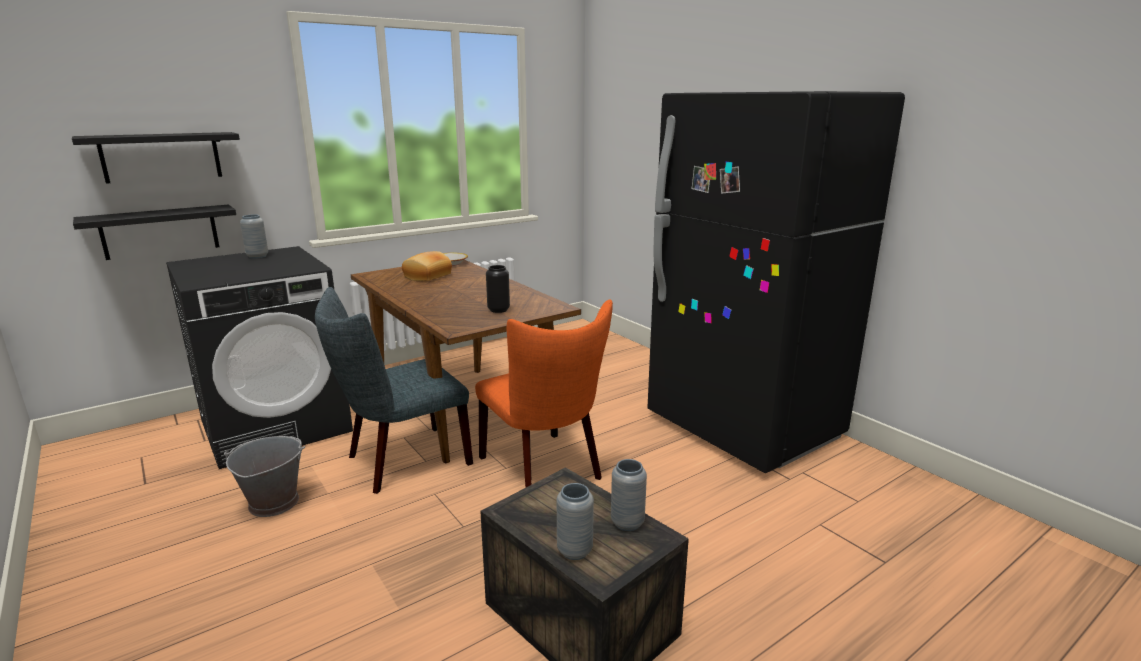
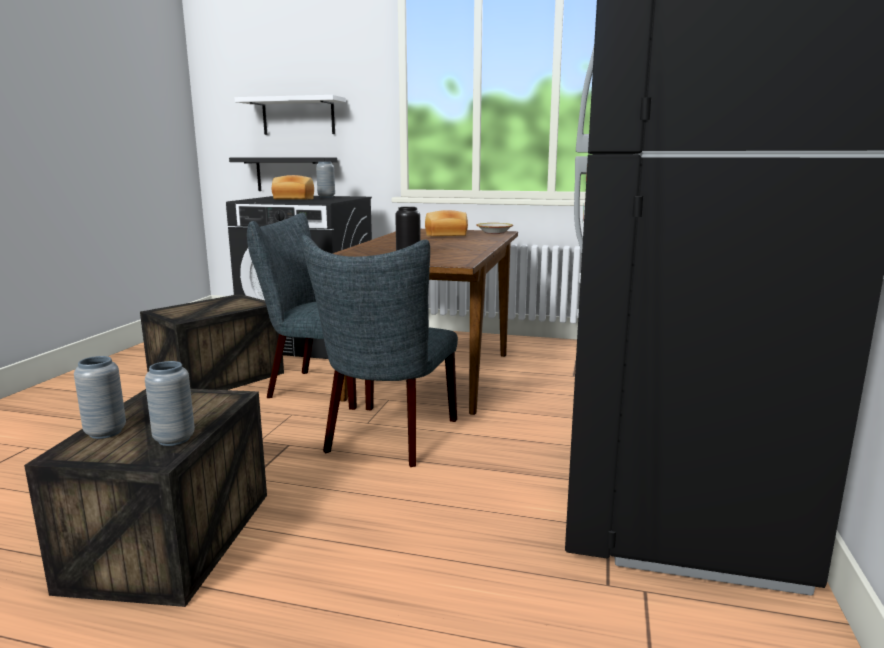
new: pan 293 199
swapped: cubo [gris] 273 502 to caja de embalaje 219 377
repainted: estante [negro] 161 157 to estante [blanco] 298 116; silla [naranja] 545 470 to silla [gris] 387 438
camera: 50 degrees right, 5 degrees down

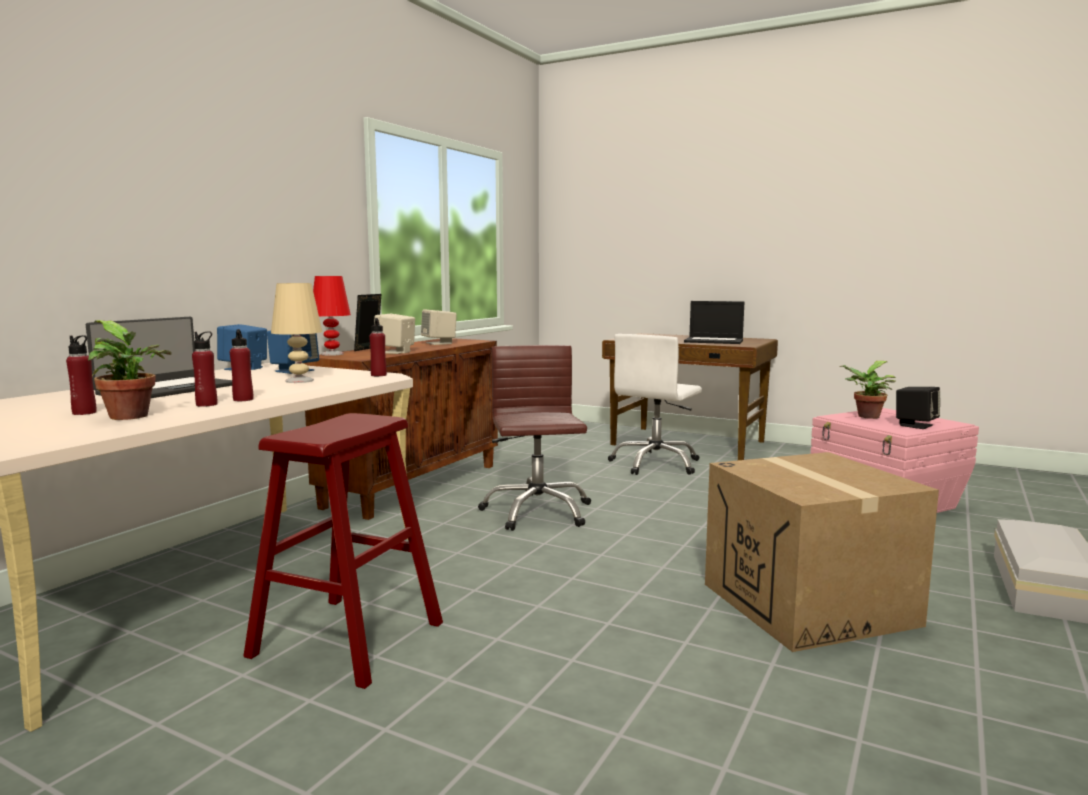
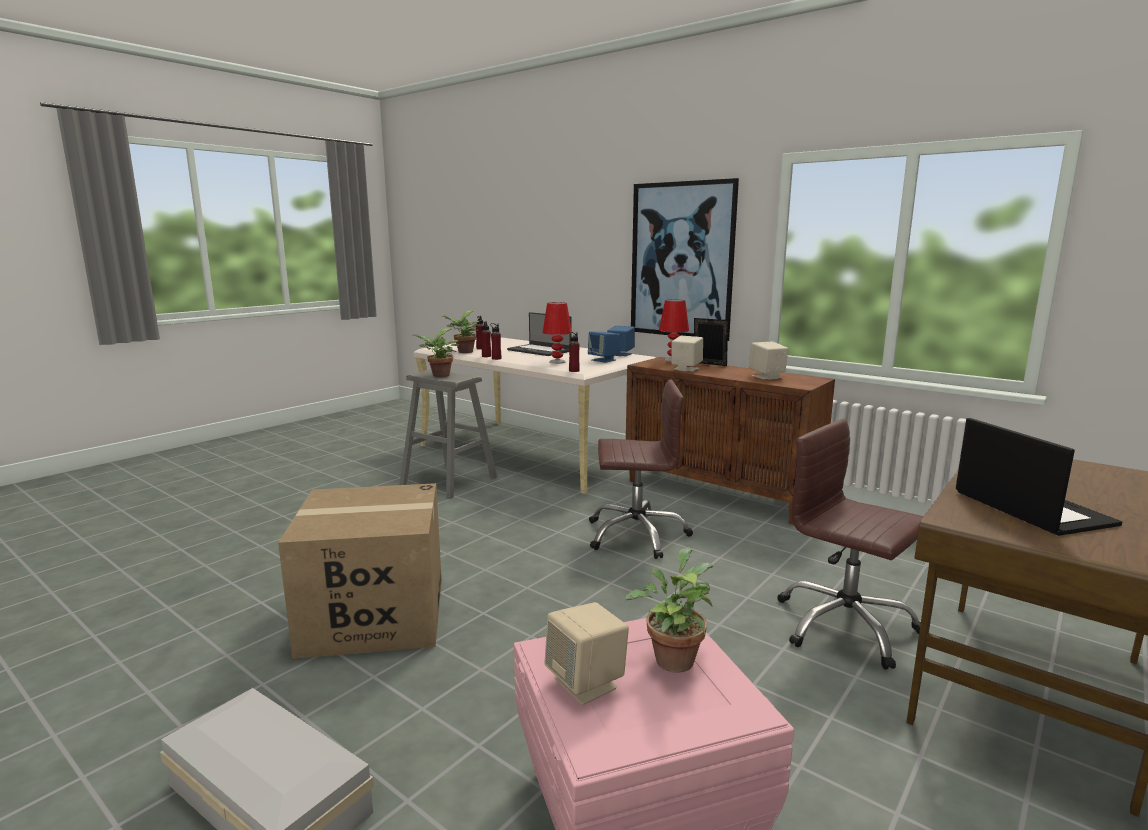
new: planta en maceta 439 376; cuadro 681 260
repainted: taburete [rojo] 347 639 to taburete [gris] 449 481; lámpara de mesa [beis] 299 381 to lámpara de mesa [rojo] 557 362; silla de oficina [blanco] 656 464 to silla de oficina [marrón] 845 626; altavoz [negro] 915 425 to altavoz [beis] 586 683
rotated: portátil 714 341 = 1029 508 135 degrees clockwise
camera: 100 degrees right, 5 degrees up

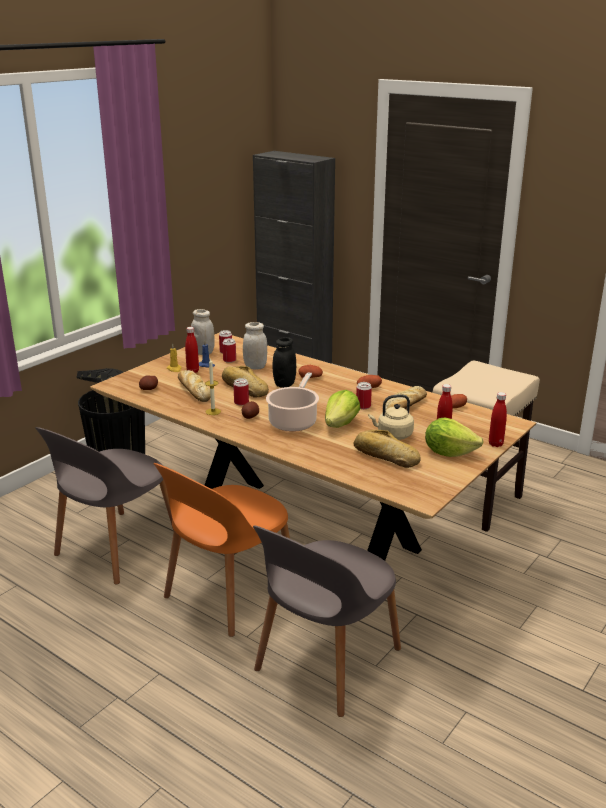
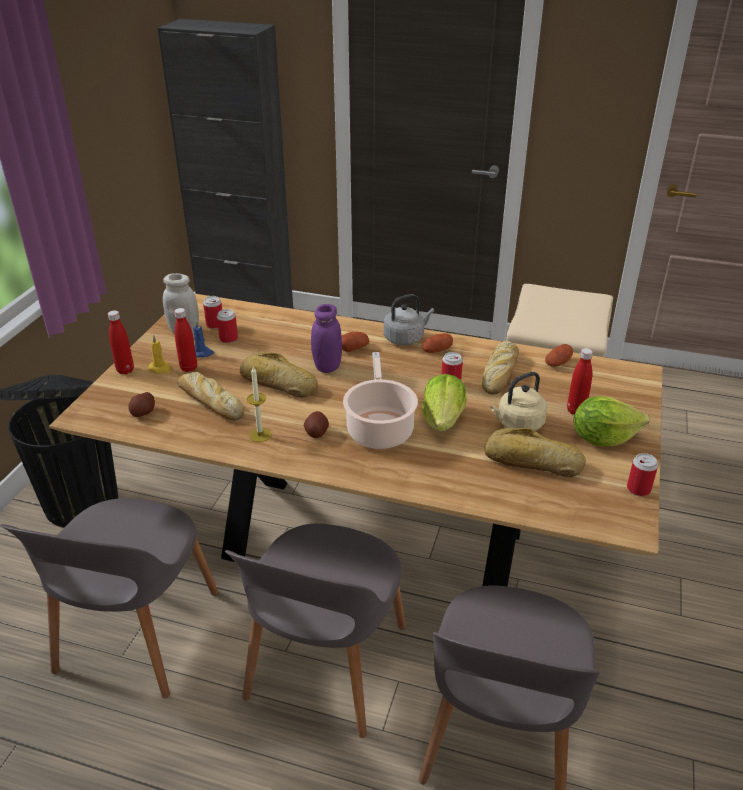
gone: tarro [blanco] 255 367
new: hervidor [gris] 405 338
shifted: lata 241 402 to 638 489; botella [rojo] 495 444 to 125 370
repainted: silla [naranja] 228 593 to silla [gris] 325 665; tarro [negro] 284 384 to tarro [morado] 327 366
camera: 20 degrees left, 10 degrees up

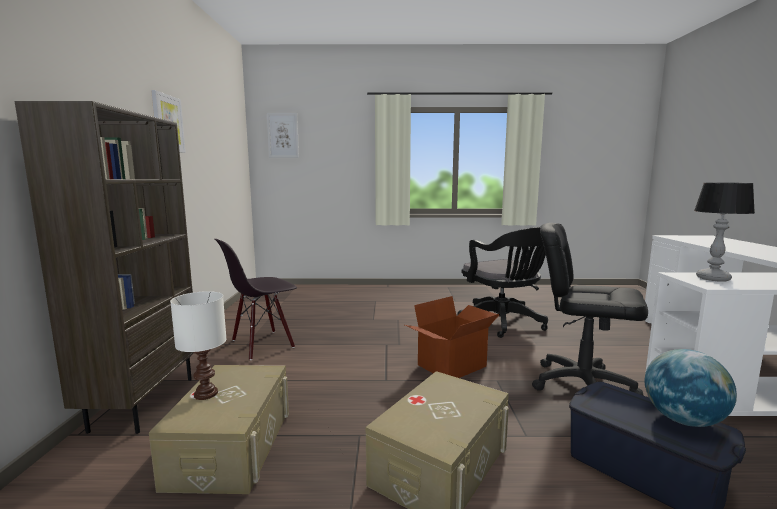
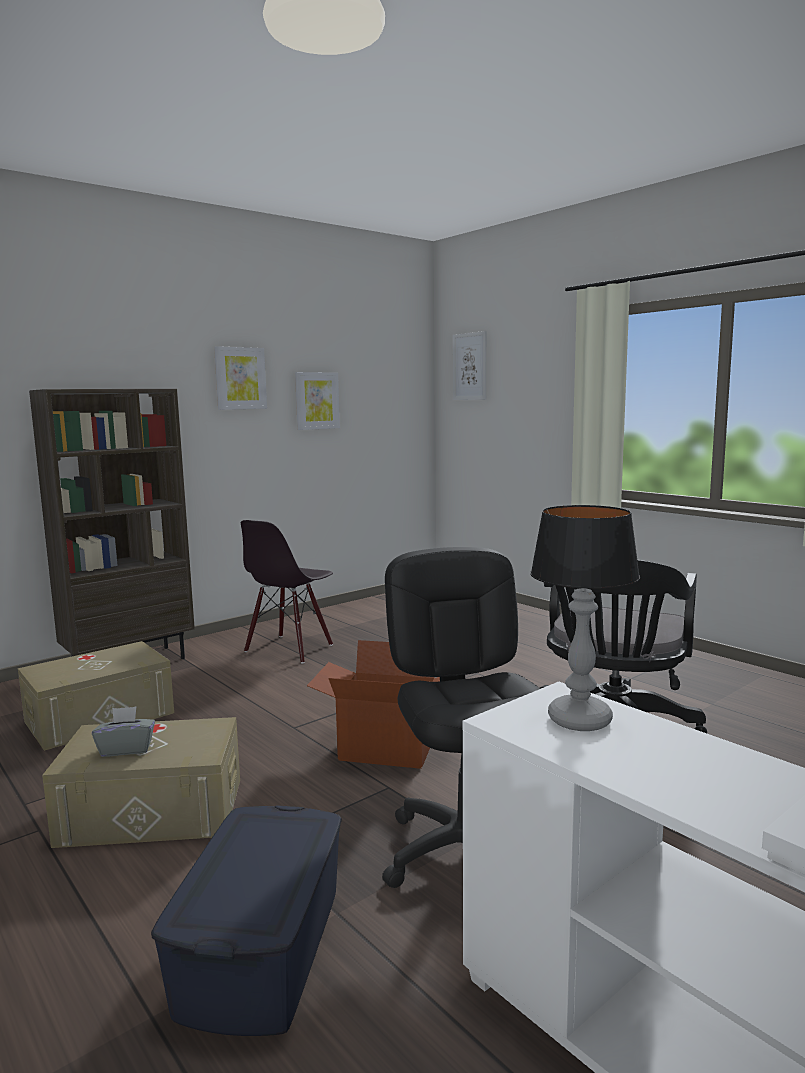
gone: lámpara de mesa [blanco] 206 394; globo terráqueo 683 420
new: caja de pañuelos [gris] 126 749; cuadro 316 400
rotated: silla [negro] 262 344 = 289 649 75 degrees counterclockwise
camera: 50 degrees right, 0 degrees up

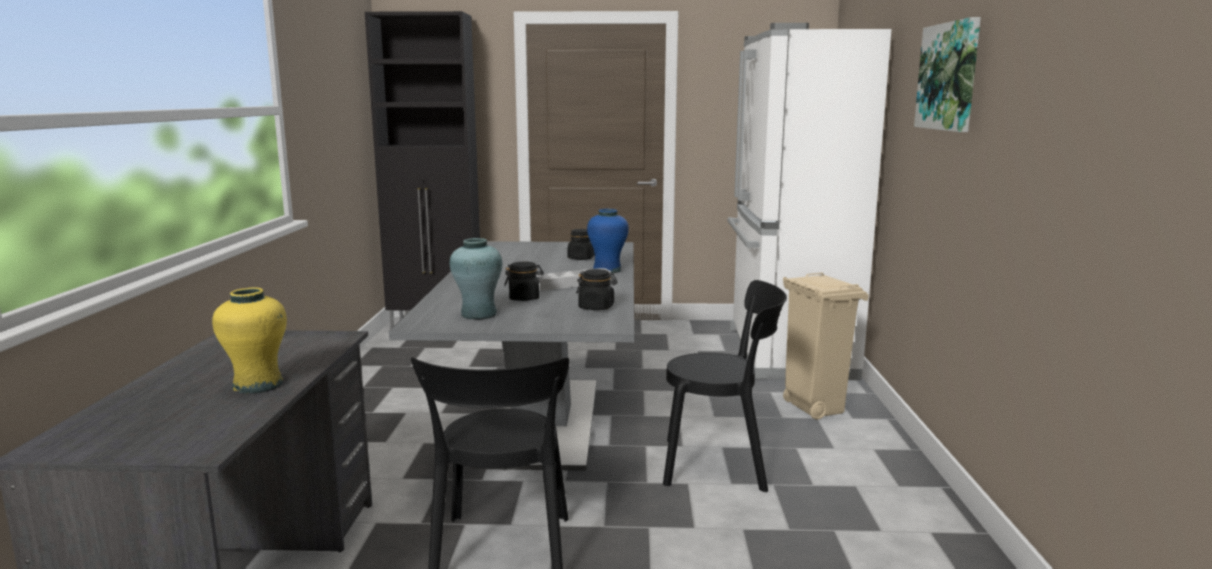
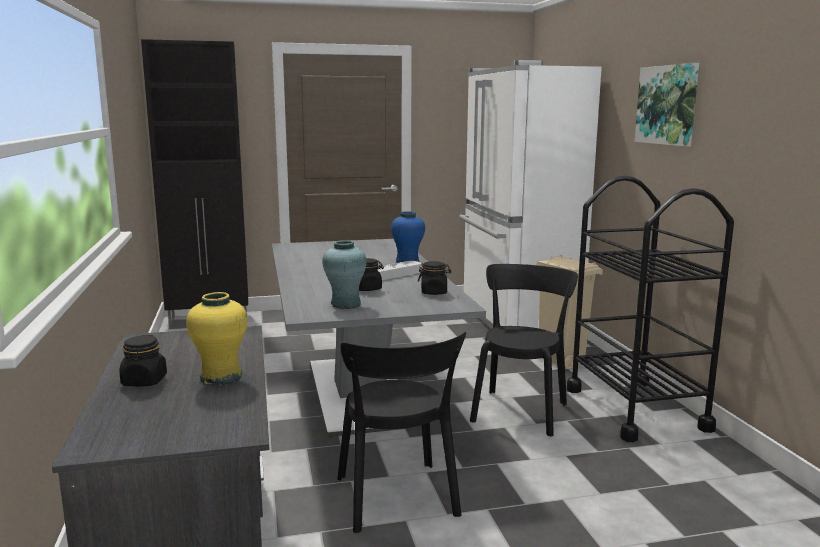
new: carrito [negro] 636 409
shifted: tarro [negro] 581 258 to 144 381
rotated: silla [negro] 721 464 = 520 410 60 degrees counterclockwise
camera: 15 degrees left, 0 degrees up

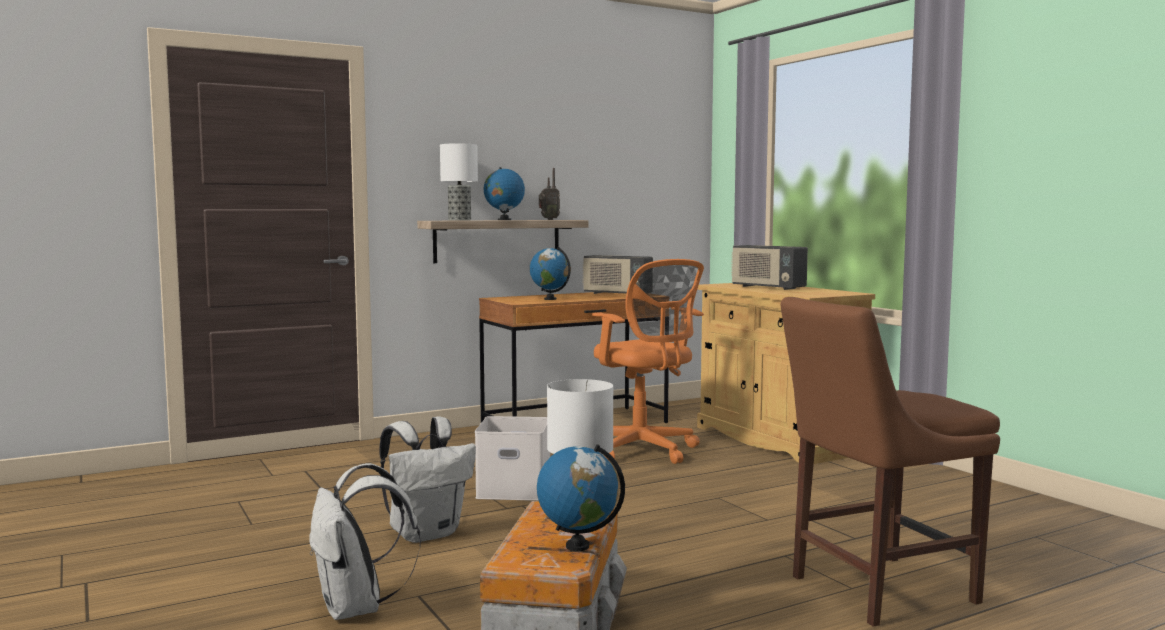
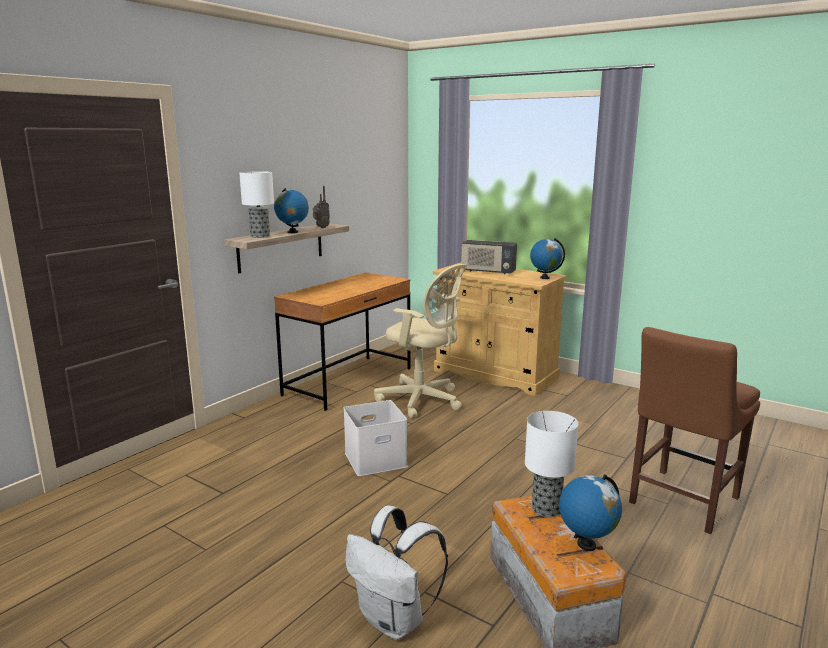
gone: mochila [blanco] 426 533; radio 617 294
shifted: globo terráqueo 550 299 to 545 278
repainted: silla de oficina [naranja] 643 451 to silla de oficina [beis] 422 401
camera: 25 degrees left, 10 degrees up

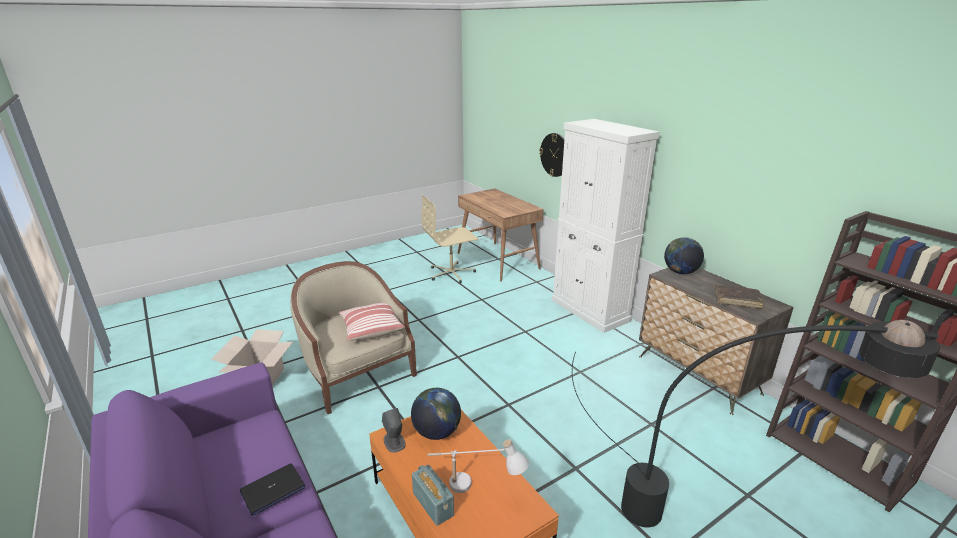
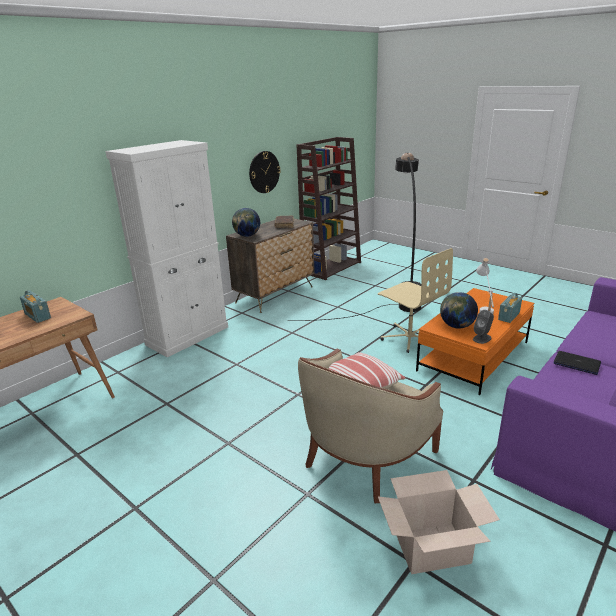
new: radio 37 316
shifted: silla de oficina [beis] 452 273 to 409 338; reloj de pared 555 155 to 264 172
camera: 105 degrees left, 0 degrees up

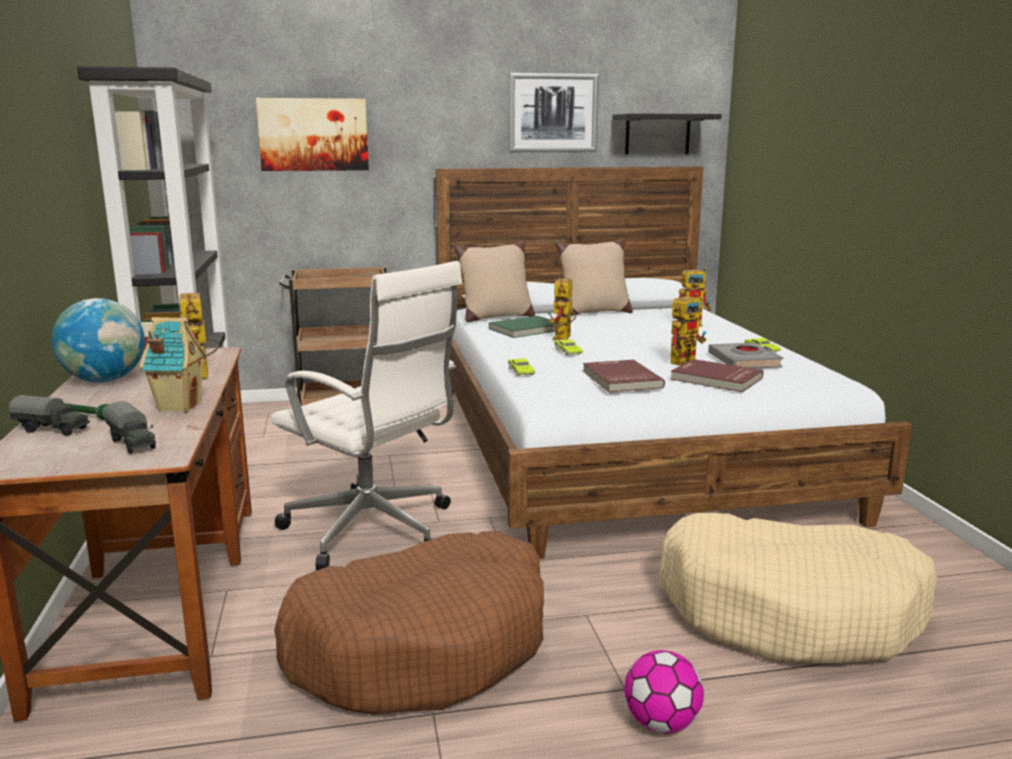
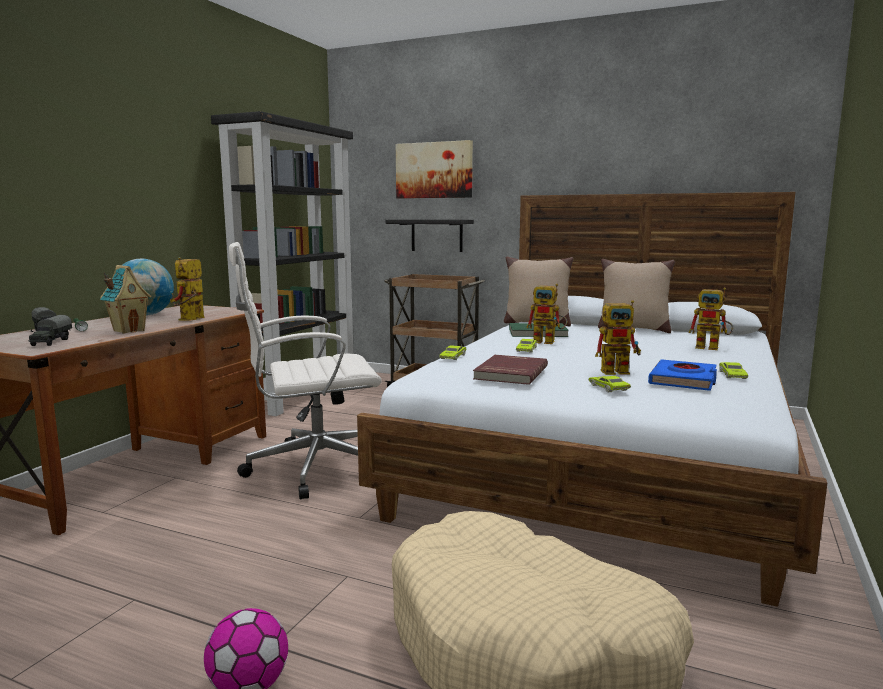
gone: cama para perro [marrón] 422 646; cuadro 553 113
shifted: estante [negro] 657 134 to 436 235
swapped: libro [rojo] 715 379 to coche de juguete [verde] 608 388
repainted: libro [gris] 744 361 to libro [azul] 683 380
rotated: silla de oficina [blanco] 373 531 = 312 468 90 degrees clockwise; robot de juguete 563 339 = 549 342 120 degrees counterclockwise
camera: 35 degrees right, 5 degrees down

